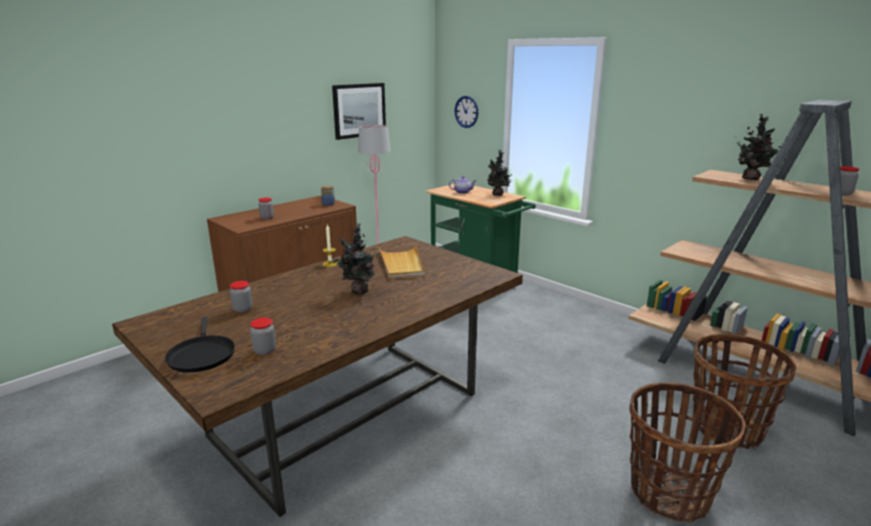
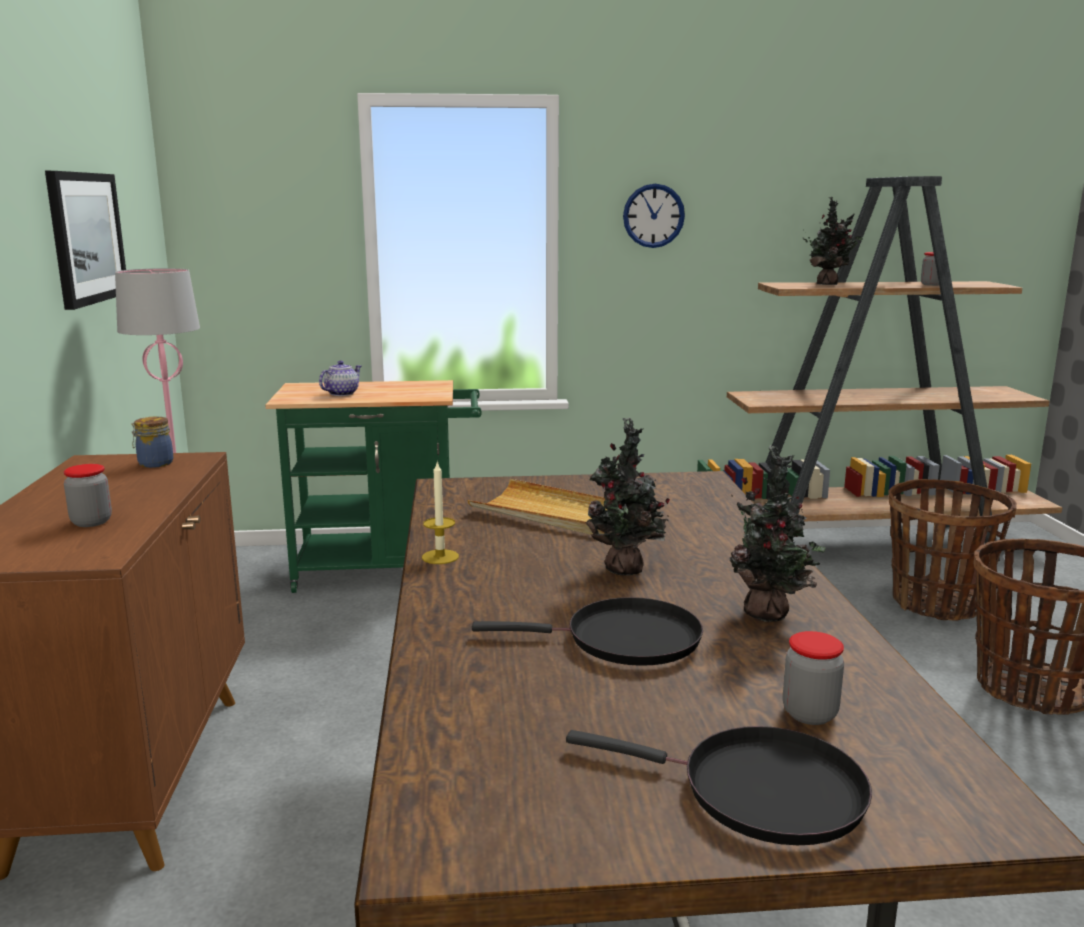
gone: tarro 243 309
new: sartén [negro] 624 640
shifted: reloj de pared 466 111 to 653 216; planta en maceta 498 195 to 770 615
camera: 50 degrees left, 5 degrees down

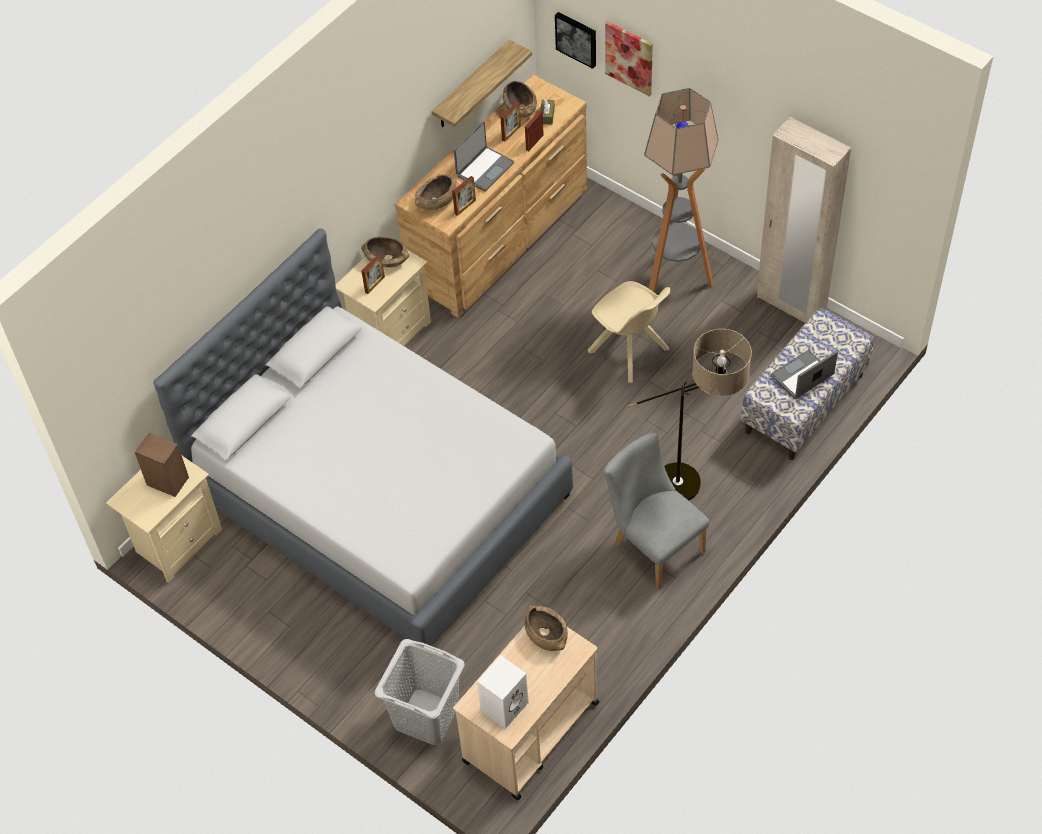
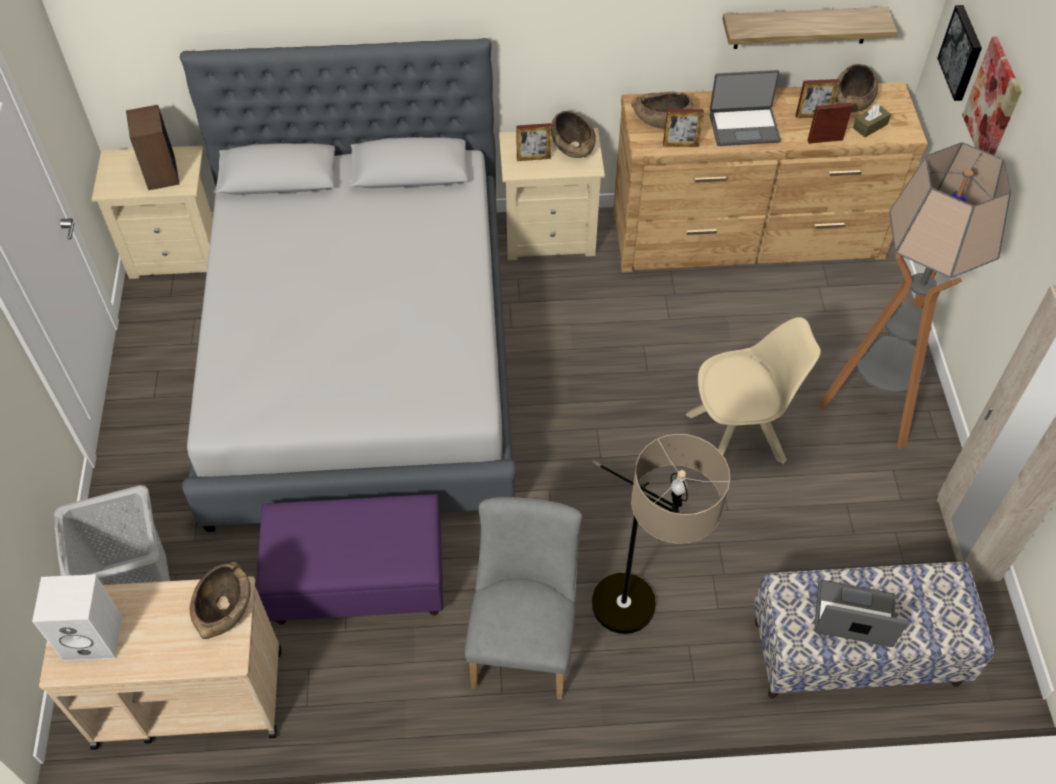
new: puf [morado] 360 581
rotated: silla [beis] 630 351 = 738 437 105 degrees counterclockwise
camera: 45 degrees right, 0 degrees up

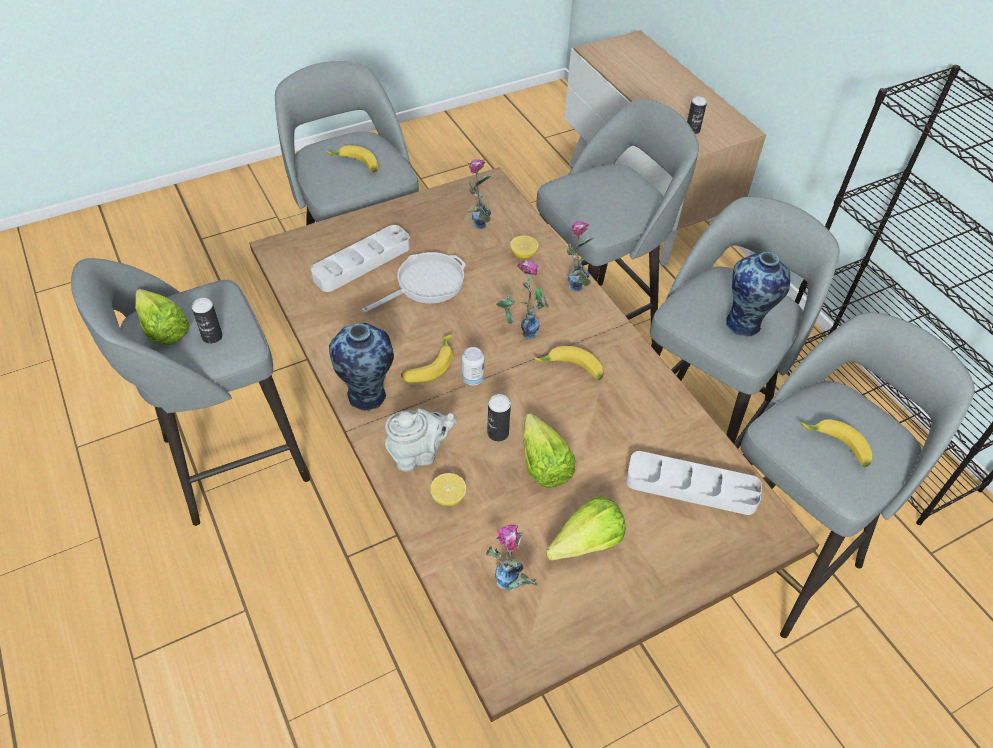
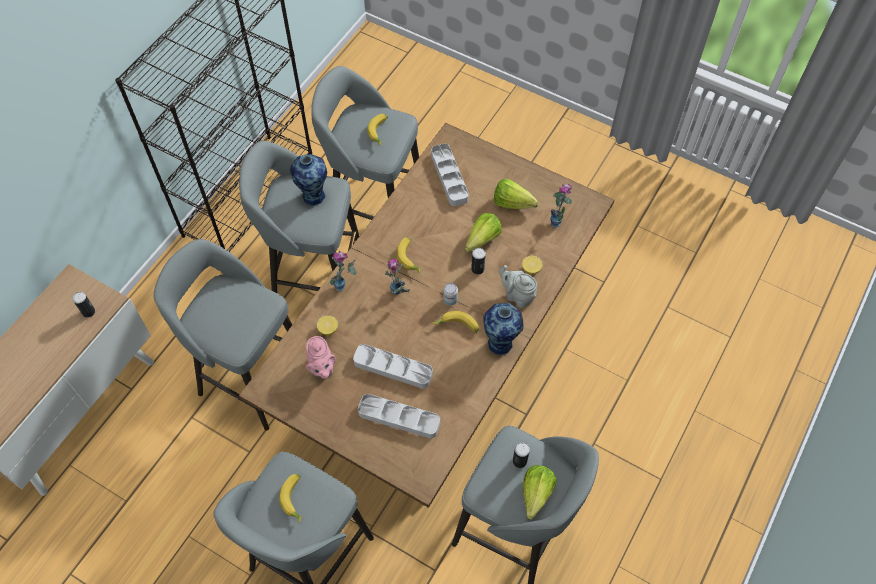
swapped: sartén 425 284 to bandeja [gris] 393 368; florero 477 231 to tetera [rosa] 322 368
camera: 120 degrees left, 10 degrees up

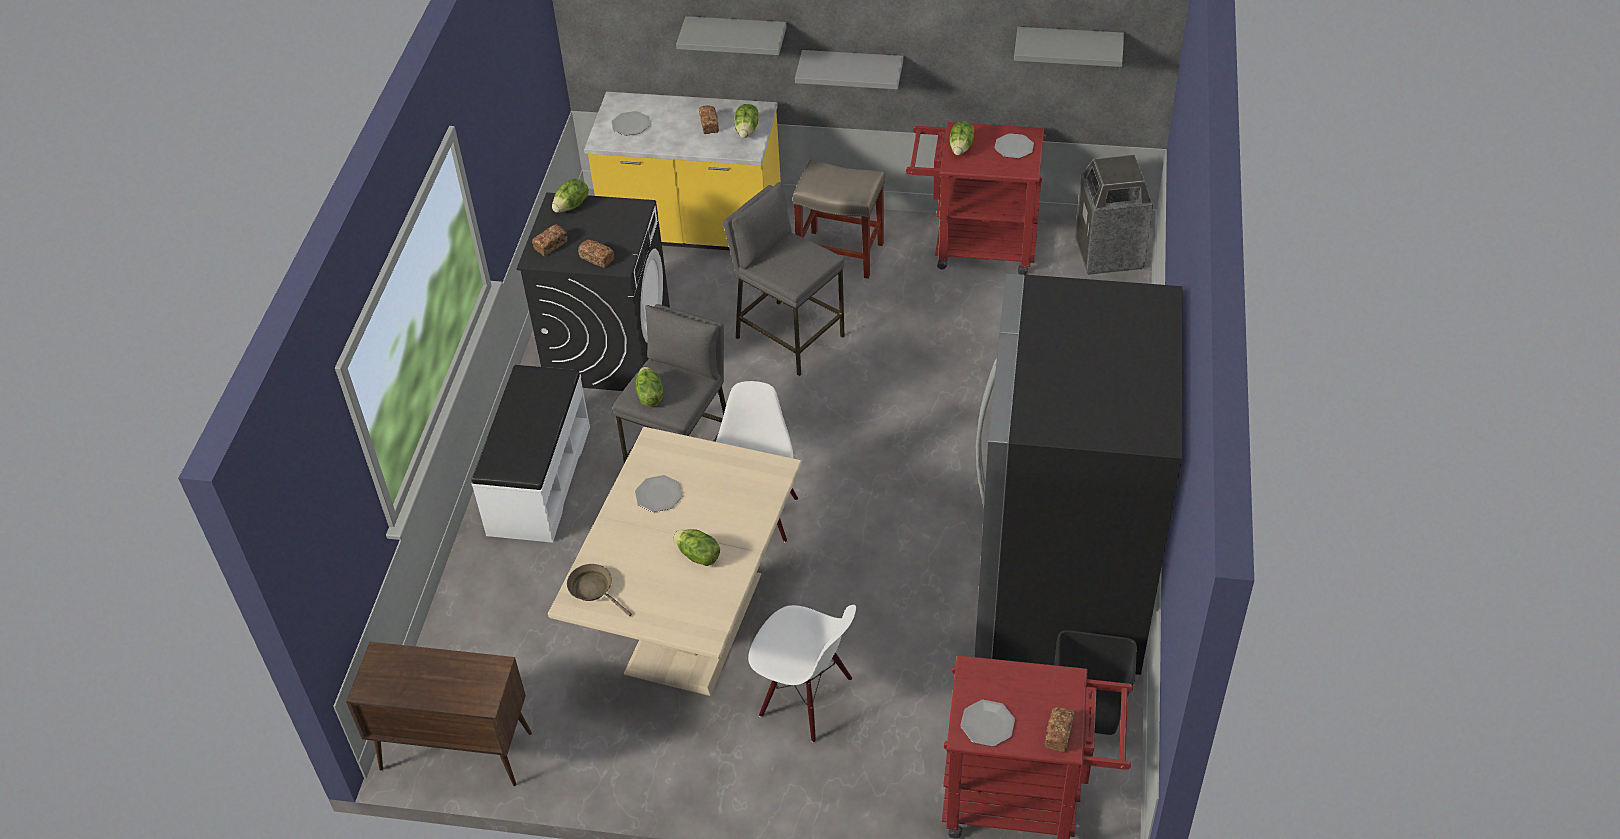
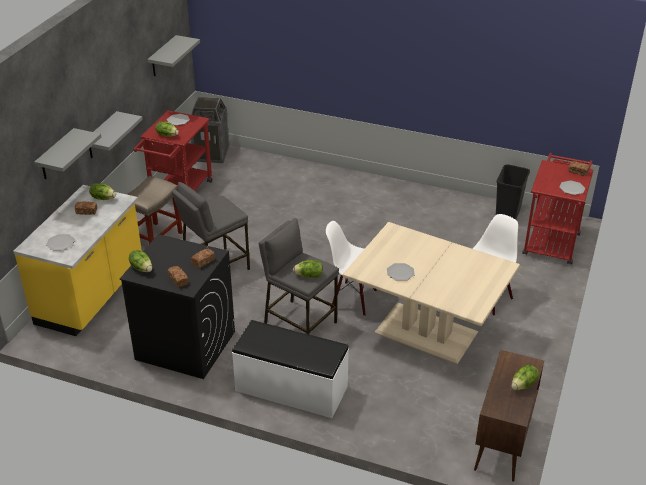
gone: sartén [marrón] 594 589; nevera [negro] 1060 591
shifted: lechuga 698 556 to 524 385
camera: 80 degrees left, 10 degrees down

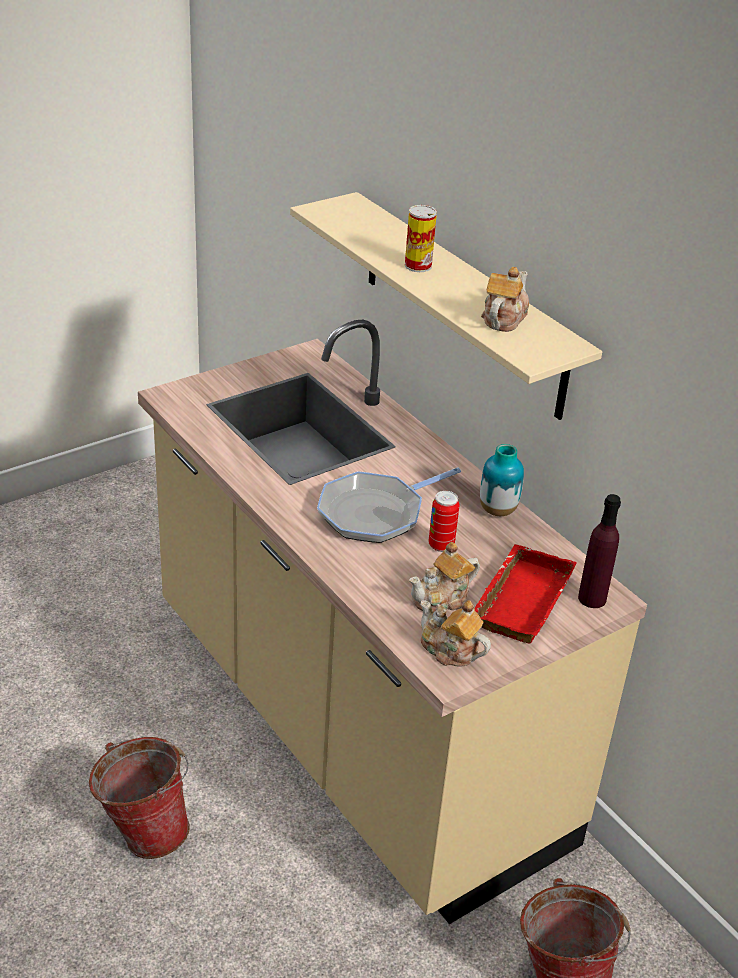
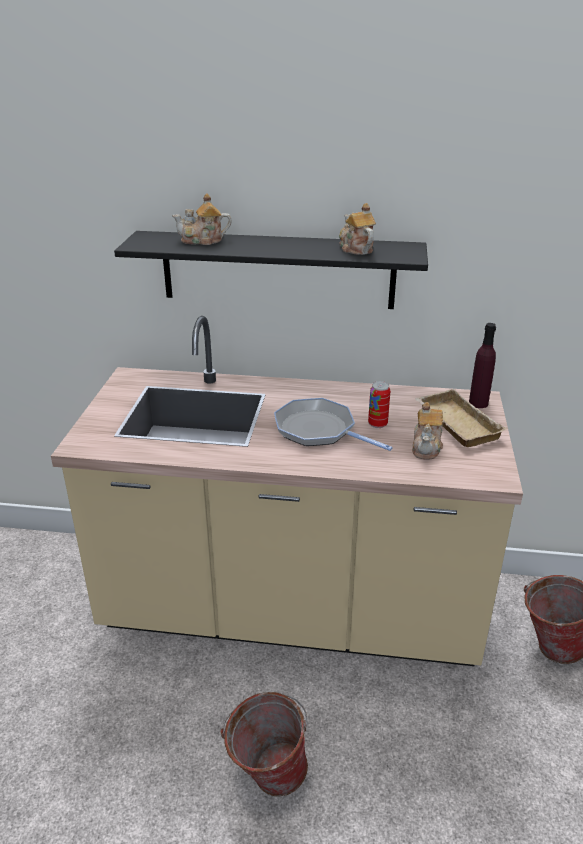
gone: lata 418 266; florero 497 510
shifted: tetera 449 650 to 203 240
repainted: estante [beis] 463 305 to estante [negro] 278 270; bandeja [rojo] 519 599 to bandeja [beis] 454 423
rotated: sartén 375 513 = 318 430 120 degrees clockwise
camera: 45 degrees left, 5 degrees down

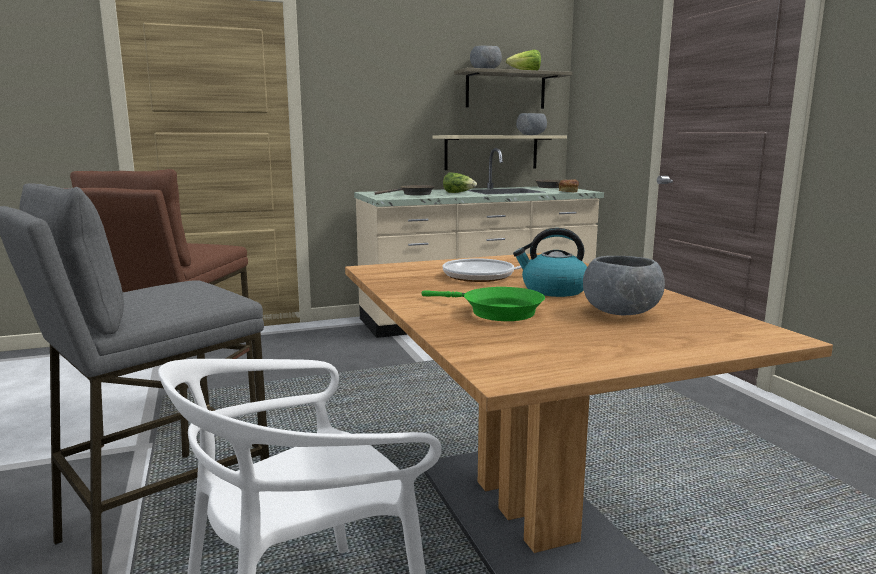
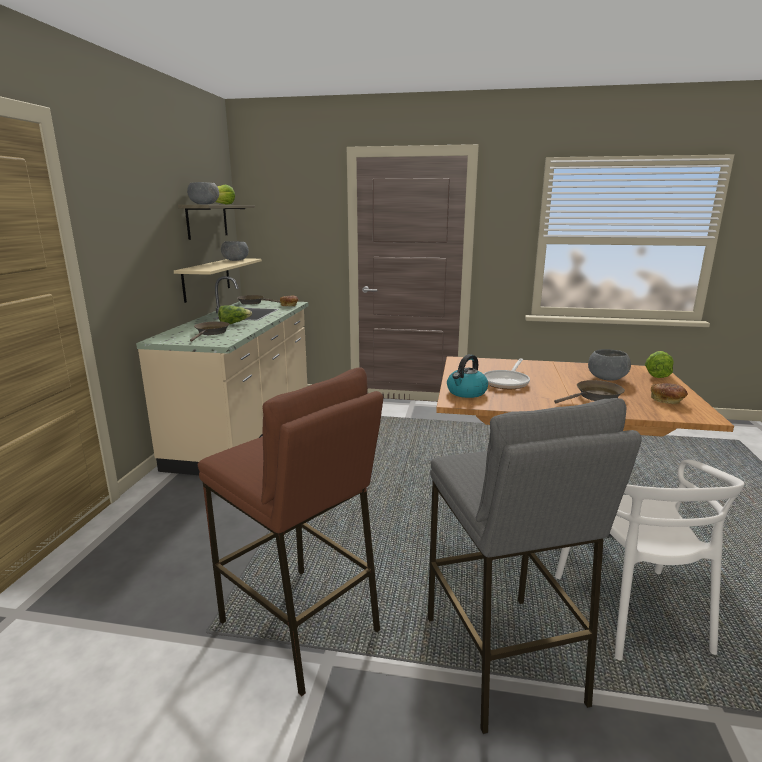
new: lechuga 656 374; pan 667 401
shifted: hervidor 553 290 to 466 392
repainted: sartén [verde] 496 311 to sartén [marrón] 595 397
camera: 60 degrees left, 5 degrees up

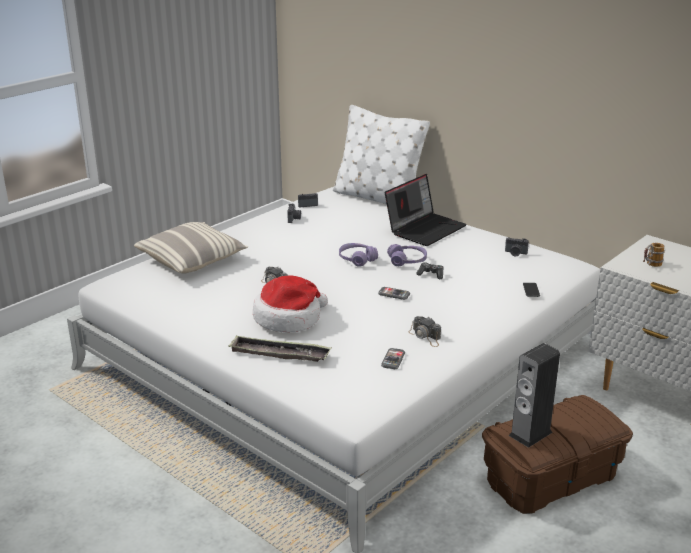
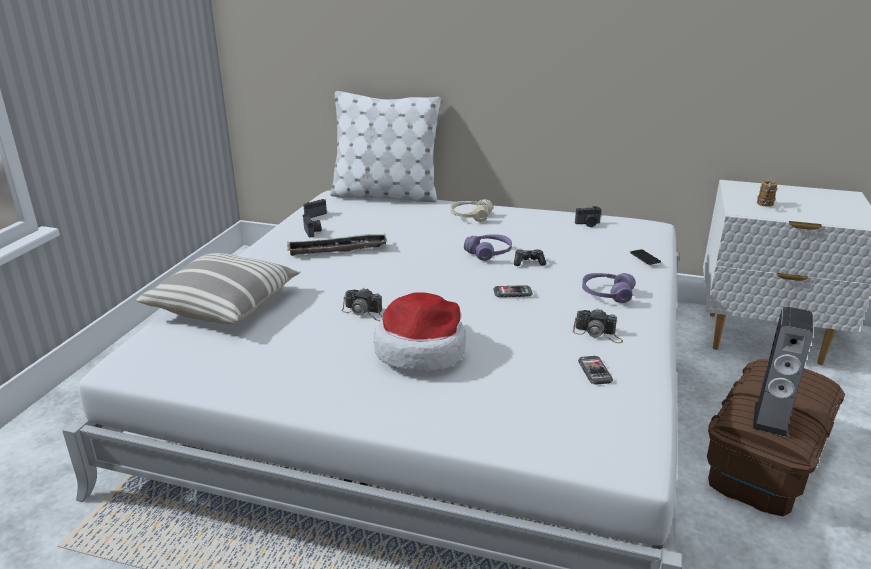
shifted: bandeja 279 354 to 337 249; auriculares [morado] 357 259 to 606 294
swapped: portátil 425 228 to auriculares [beis] 470 216
camera: 25 degrees left, 0 degrees up

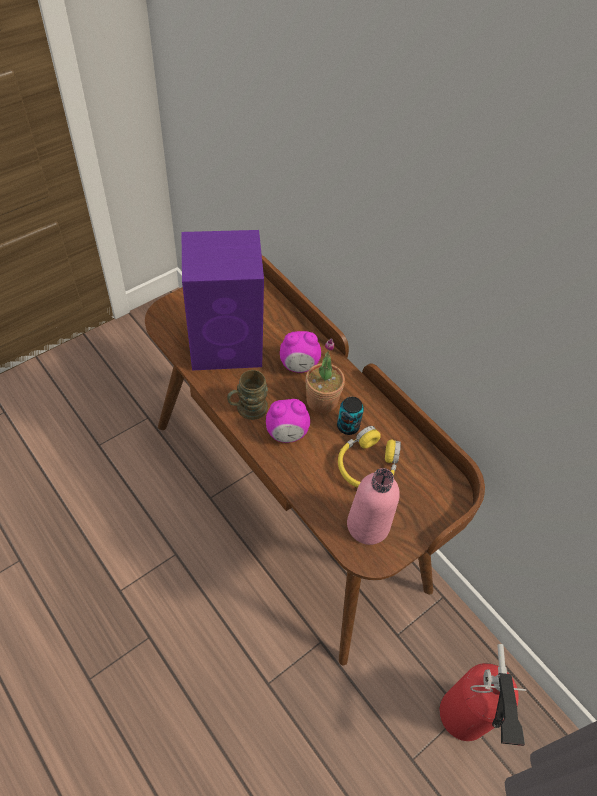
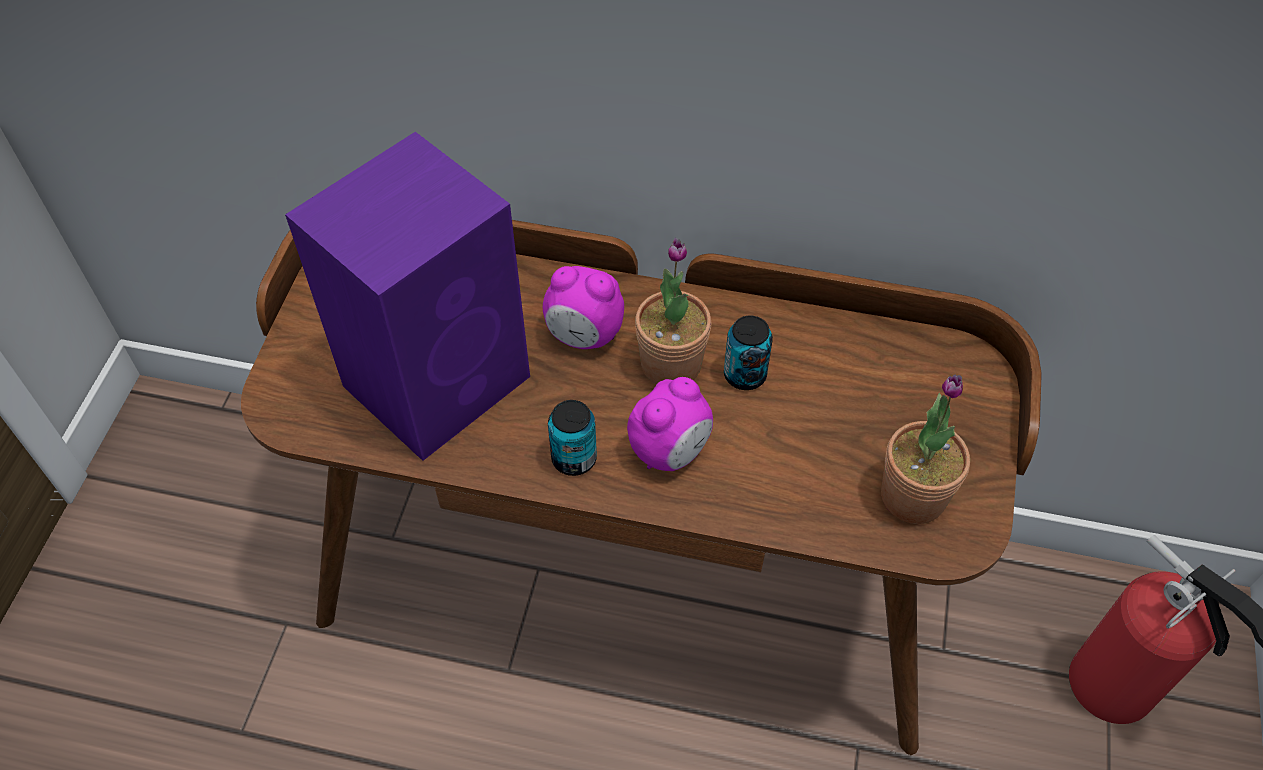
gone: auriculares [amarillo] 367 465
swapped: taza grande [marrón] 247 409 to lata 574 458; botella [rosa] 368 525 to planta en maceta 913 496
rotated: despertador 299 365 = 584 335 60 degrees clockwise
camera: 35 degrees left, 0 degrees up

